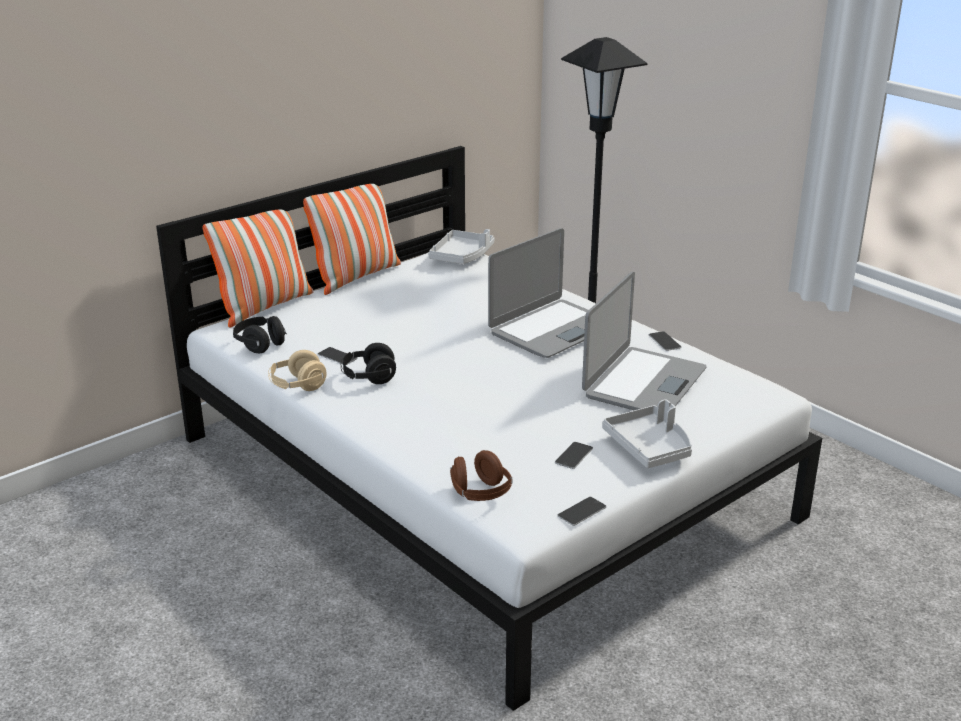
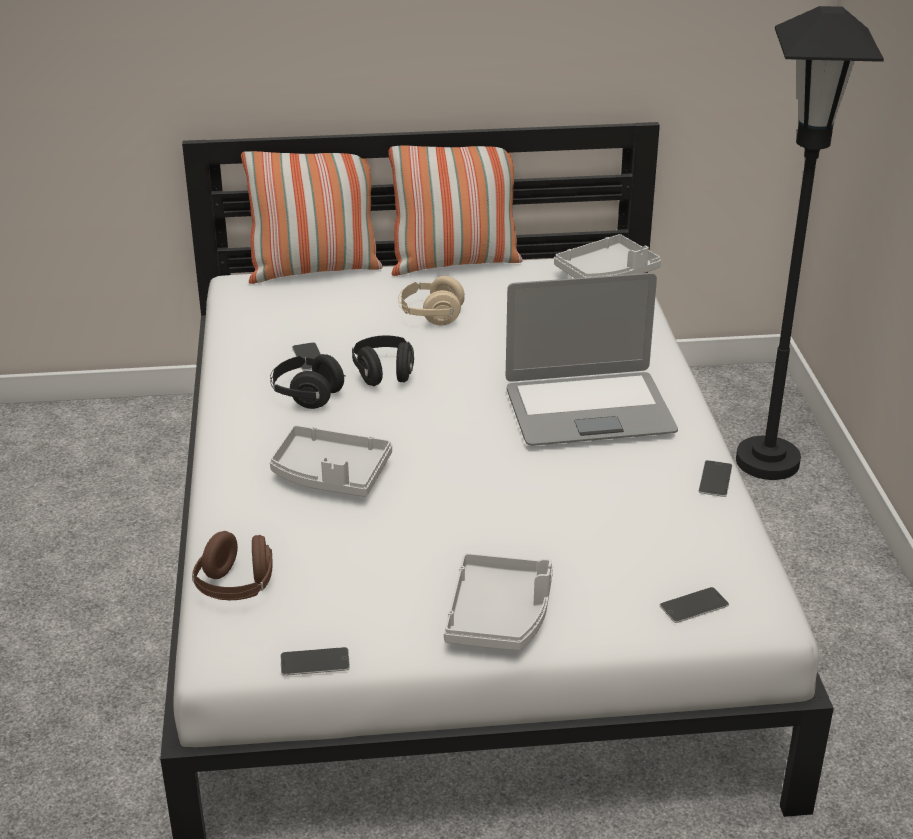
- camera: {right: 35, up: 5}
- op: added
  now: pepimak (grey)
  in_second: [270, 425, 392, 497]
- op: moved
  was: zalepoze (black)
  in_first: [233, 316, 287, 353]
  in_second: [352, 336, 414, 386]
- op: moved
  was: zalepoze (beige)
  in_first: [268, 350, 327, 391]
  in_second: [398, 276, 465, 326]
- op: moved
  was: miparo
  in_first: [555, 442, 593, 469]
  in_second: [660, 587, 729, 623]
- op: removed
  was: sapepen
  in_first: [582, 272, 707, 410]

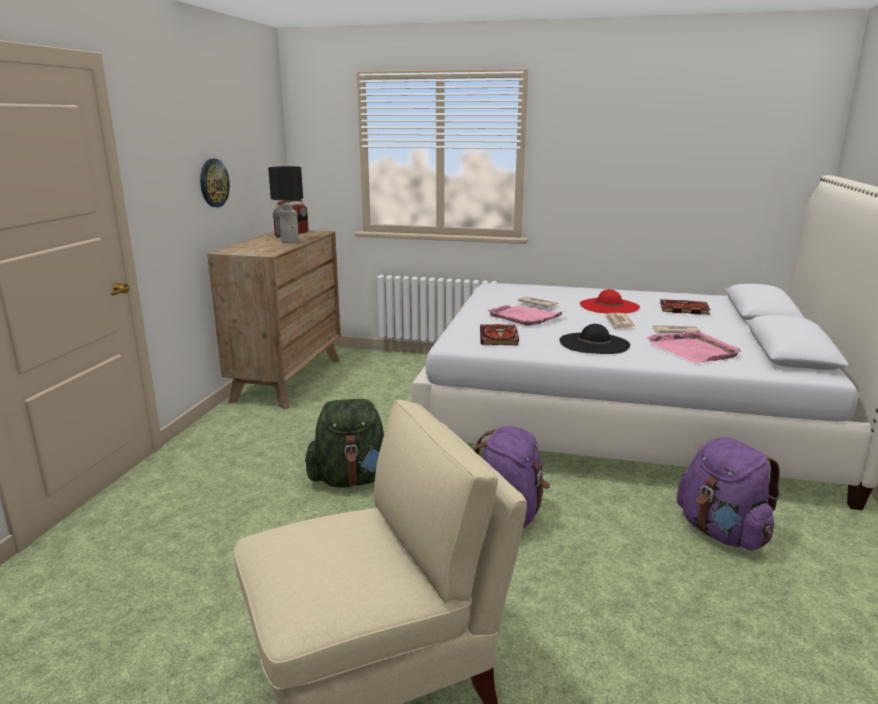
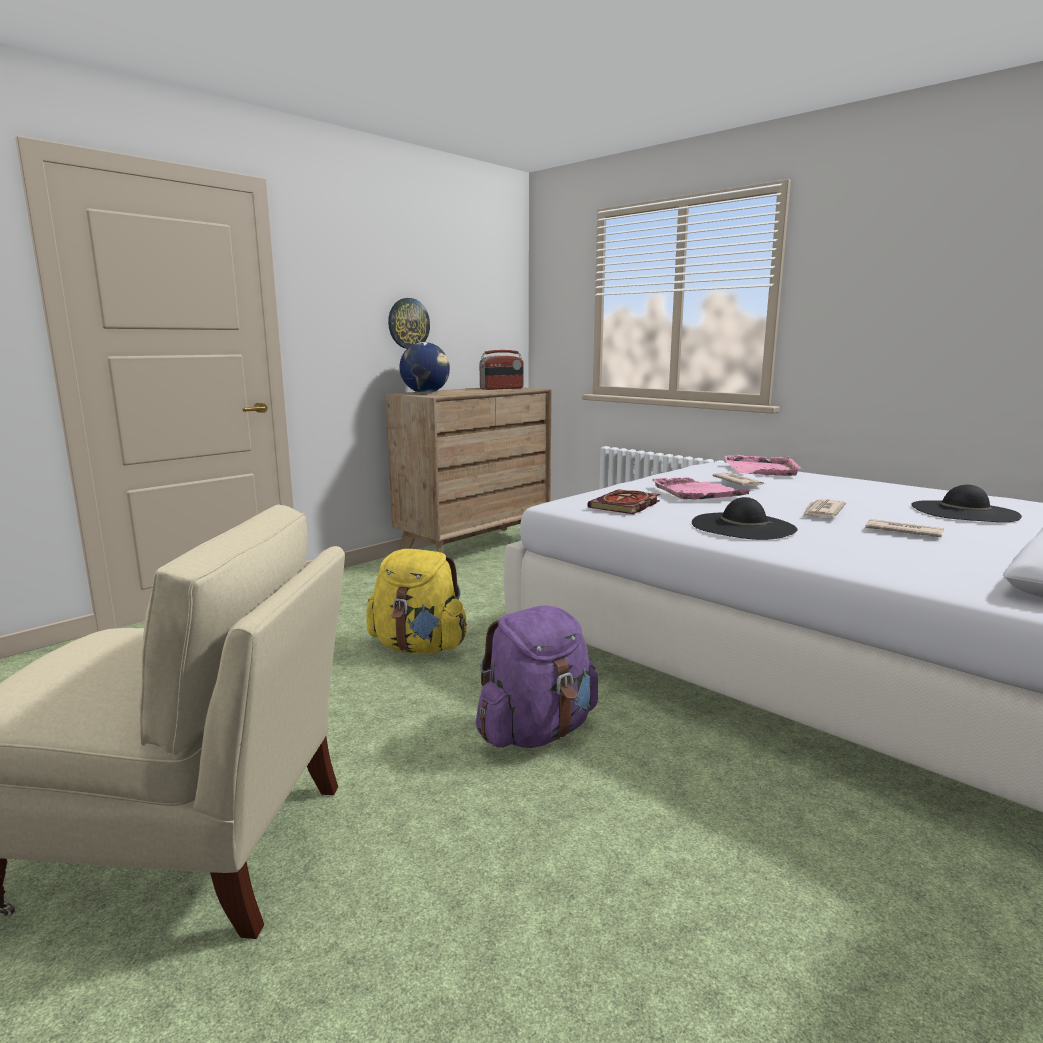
- camera: {right: 30, up: -5}
- op: recoloured
  was: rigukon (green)
  now: rigukon (yellow)
  in_first: [305, 399, 384, 487]
  in_second: [366, 549, 467, 654]
- op: added
  now: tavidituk
  in_second: [399, 342, 450, 393]
- op: moved
  was: pepimak (pink)
  in_first: [646, 330, 741, 363]
  in_second: [724, 455, 802, 476]
- op: replaced
  was: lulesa
  now: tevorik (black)
  in_first: [660, 299, 710, 314]
  in_second: [911, 485, 1022, 522]
- op: removed
  was: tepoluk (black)
  in_first: [268, 166, 303, 243]
- op: removed
  was: tevorik (red)
  in_first: [580, 289, 640, 314]
- op: removed
  was: rigukon (purple)
  in_first: [677, 437, 781, 551]

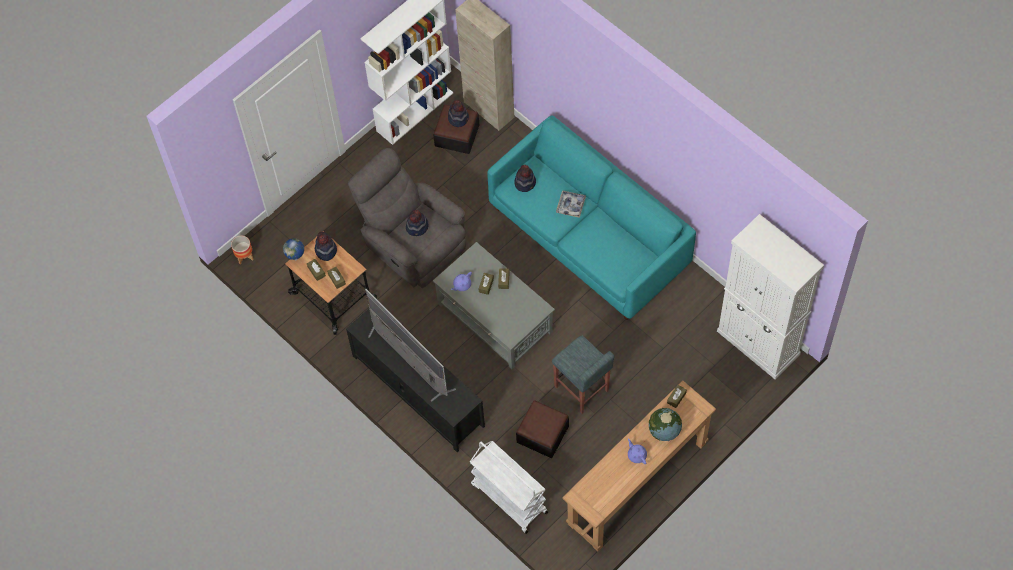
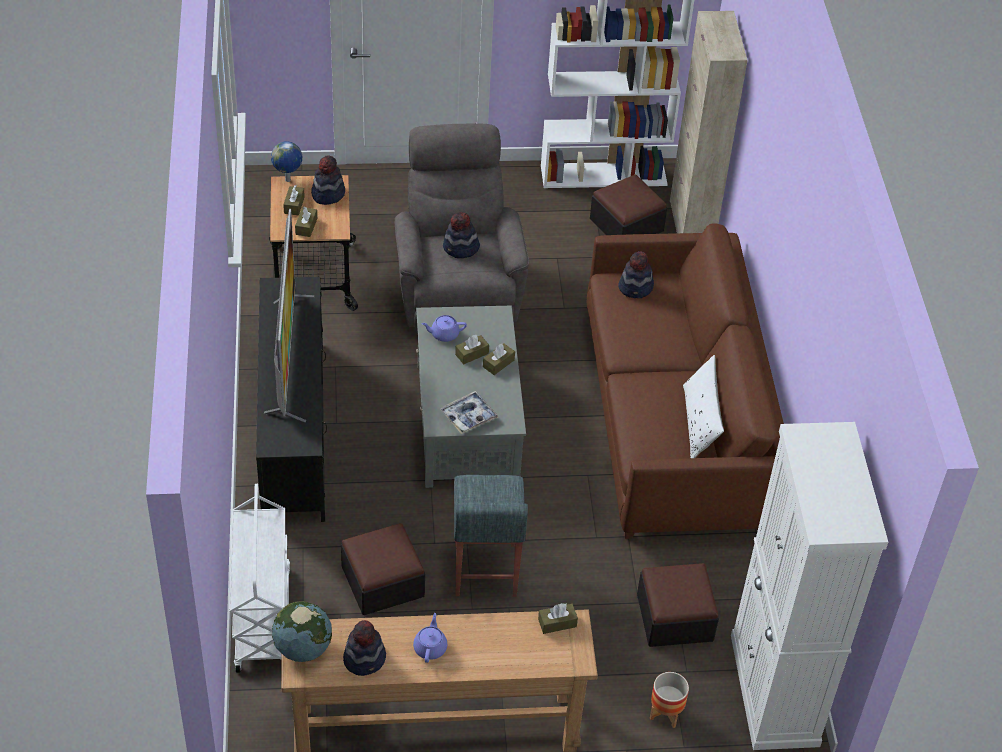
- camera: {right: 35, up: -15}
- op: moved
  was: tavidituk
  in_first: [649, 408, 682, 441]
  in_second: [272, 601, 332, 662]
- op: moved
  was: tevorik
  in_first: [448, 100, 469, 127]
  in_second: [343, 620, 386, 676]
- op: moved
  was: pepimak
  in_first: [556, 190, 586, 218]
  in_second: [440, 391, 498, 434]
- op: recoloured
  was: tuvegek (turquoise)
  now: tuvegek (brown)
  in_first: [487, 115, 696, 320]
  in_second: [586, 223, 784, 539]
- op: added
  now: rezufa
  in_second: [637, 563, 719, 647]
- op: moved
  was: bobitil
  in_first: [231, 236, 254, 265]
  in_second: [650, 672, 689, 728]
- op: added
  now: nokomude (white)
  in_second: [683, 355, 724, 458]

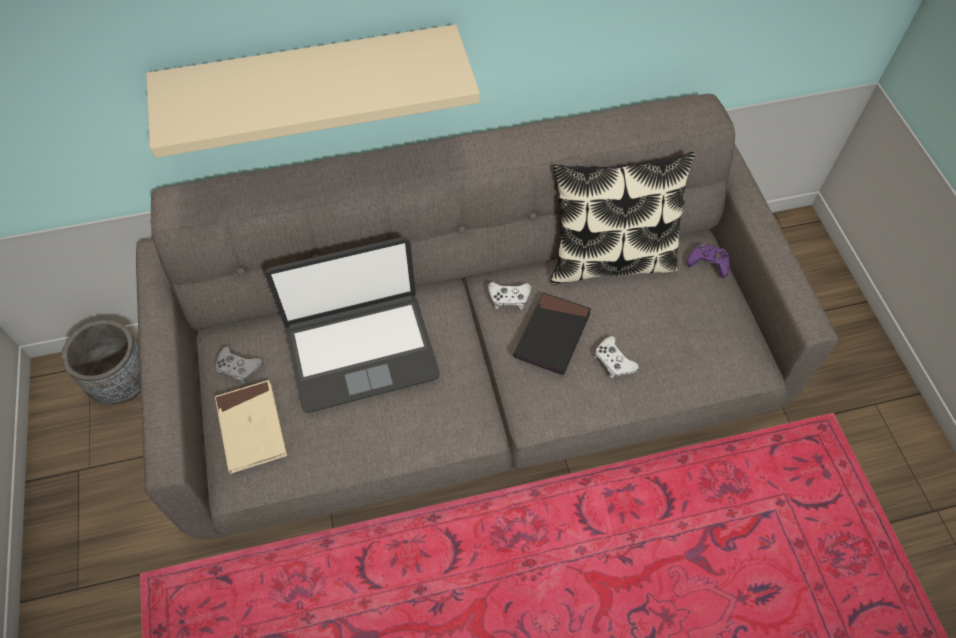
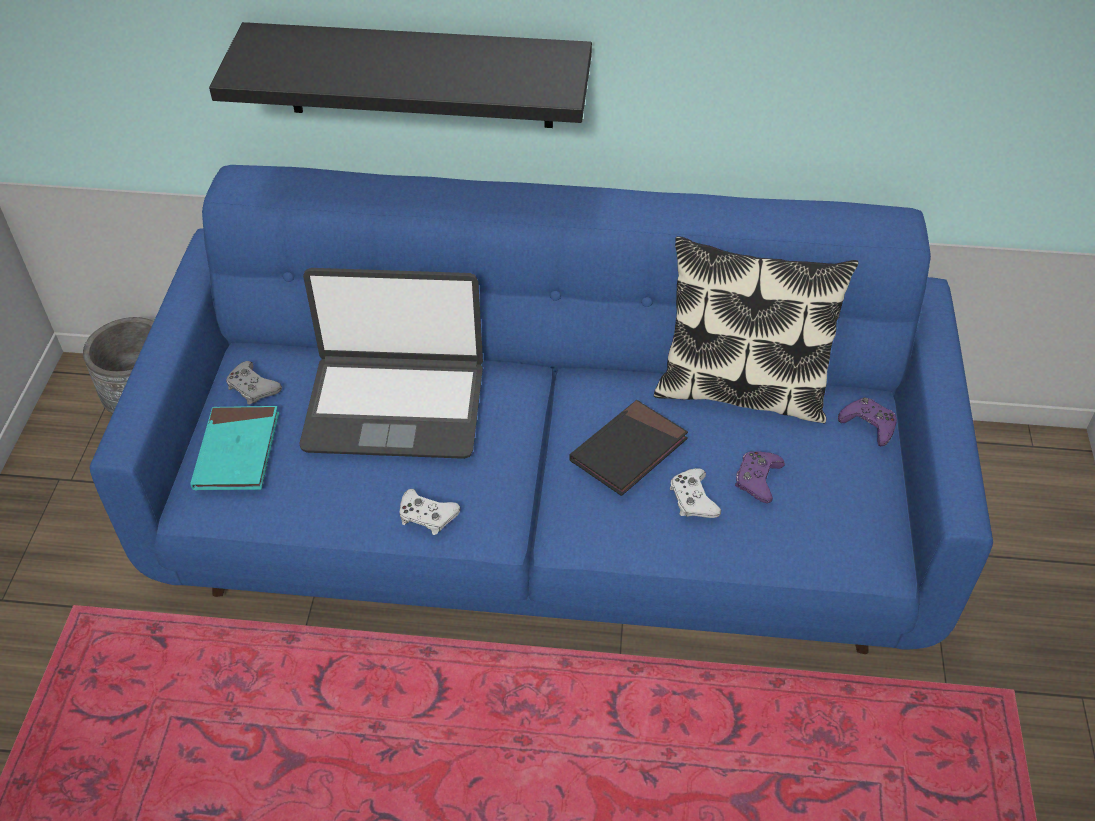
- camera: {right: 20, up: -10}
- op: recoloured
  was: tuvegek (grey)
  now: tuvegek (blue)
  in_first: [136, 94, 838, 539]
  in_second: [90, 165, 993, 654]
- op: recoloured
  was: lulesa (beige)
  now: lulesa (turquoise)
  in_first: [215, 380, 287, 474]
  in_second: [190, 406, 279, 491]
- op: recoloured
  was: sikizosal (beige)
  now: sikizosal (black)
  in_first: [146, 24, 480, 158]
  in_second: [209, 22, 592, 128]
- op: moved
  was: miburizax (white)
  in_first: [488, 282, 531, 310]
  in_second: [399, 489, 460, 535]
- op: added
  now: miburizax (purple)
  in_second: [735, 451, 785, 503]

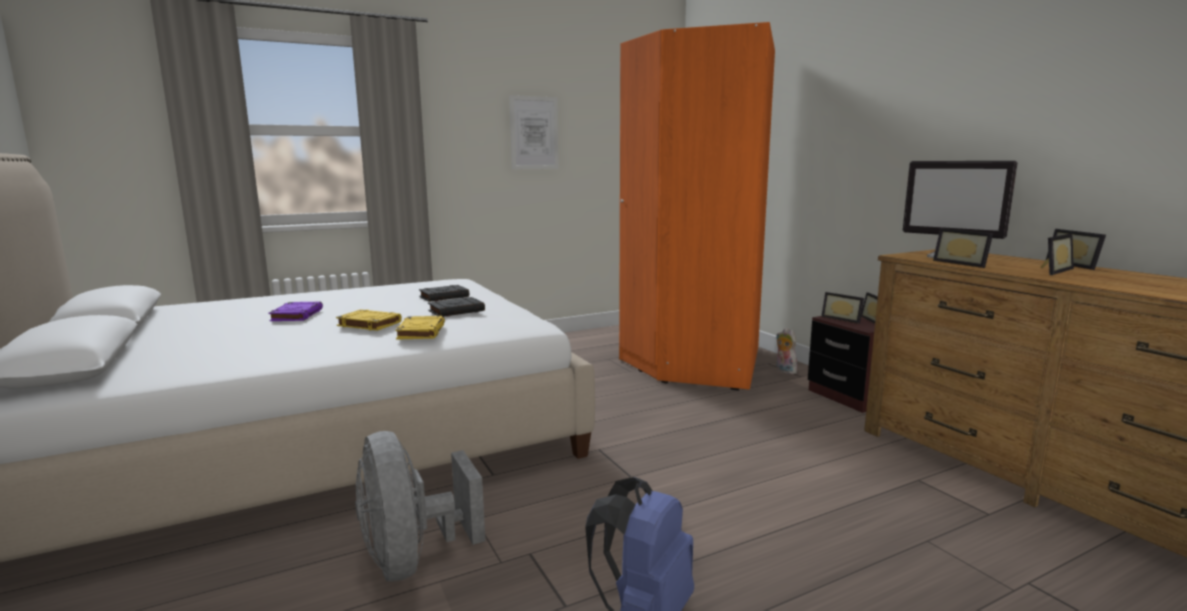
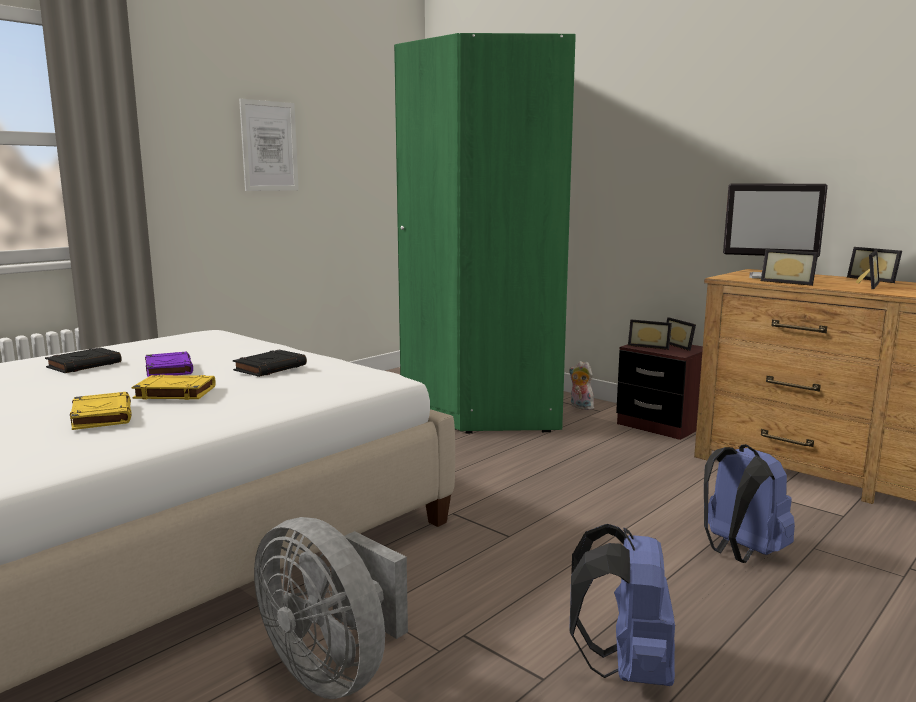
- camera: {right: -20, up: 0}
- op: moved
  was: lulesa (black)
  in_first: [419, 285, 469, 302]
  in_second: [45, 347, 122, 373]
- op: moved
  was: lulesa (yellow)
  in_first: [395, 316, 445, 340]
  in_second: [70, 392, 132, 430]
- op: moved
  was: lulesa (purple)
  in_first: [269, 302, 323, 321]
  in_second: [145, 352, 193, 377]
- op: recoloured
  was: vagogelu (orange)
  now: vagogelu (green)
  in_first: [619, 22, 775, 391]
  in_second: [394, 33, 576, 433]
- op: added
  now: rigukon (blue)
  in_second: [704, 444, 795, 563]

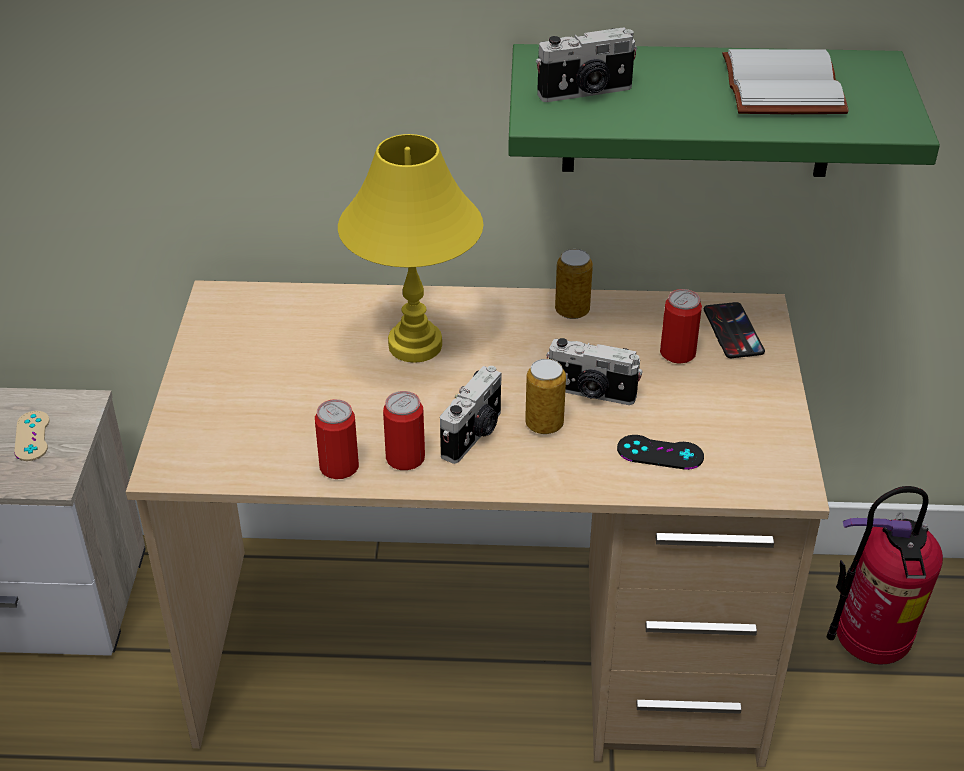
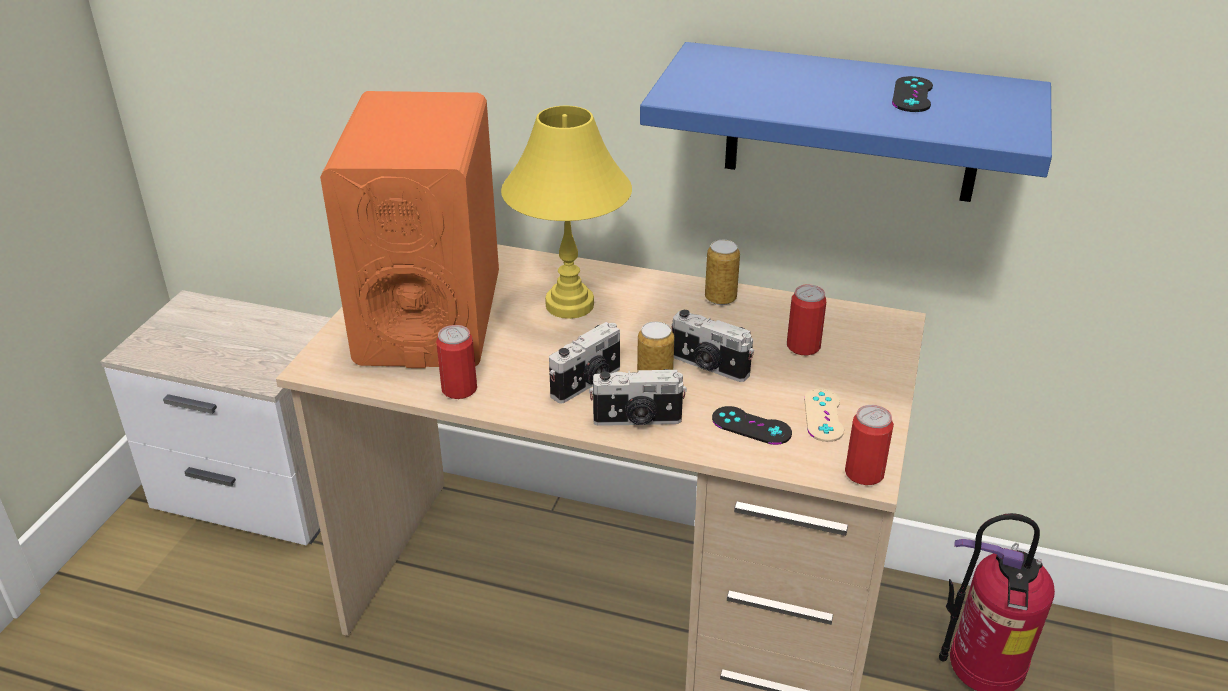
- camera: {right: 15, up: -5}
- op: added
  now: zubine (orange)
  in_second: [320, 91, 499, 368]
- op: moved
  was: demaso
  in_first: [536, 27, 637, 102]
  in_second: [589, 369, 687, 426]
- op: recoloured
  was: sikizosal (green)
  now: sikizosal (blue)
  in_first: [508, 44, 940, 177]
  in_second: [640, 42, 1052, 202]
- op: moved
  was: miburizax (beige)
  in_first: [14, 411, 50, 461]
  in_second: [804, 389, 844, 442]
- op: moved
  was: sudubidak
  in_first: [383, 391, 425, 470]
  in_second: [845, 405, 894, 485]
- op: replaced
  was: lulesa (white)
  now: miburizax (black)
  in_first: [722, 49, 849, 114]
  in_second: [892, 76, 933, 112]
- op: removed
  was: miparo
  in_first: [704, 302, 765, 358]

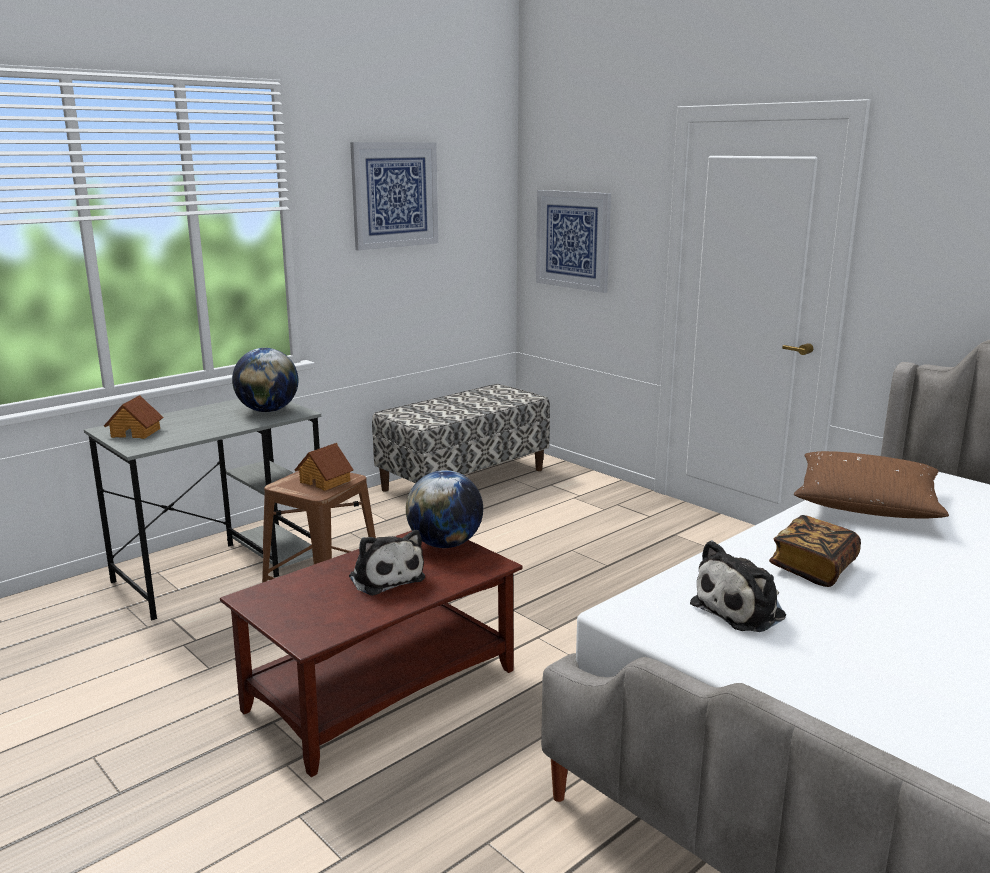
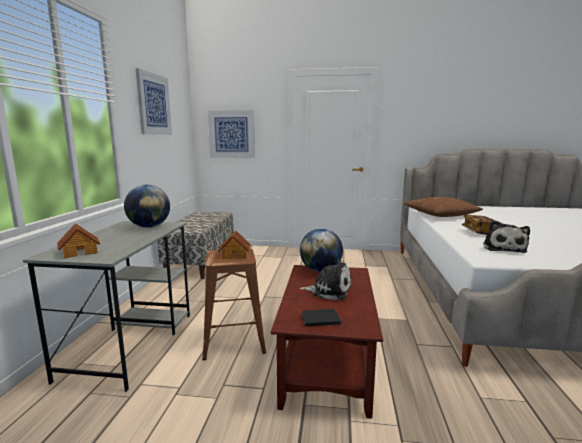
- camera: {right: -40, up: -5}
- op: added
  now: lulesa (black)
  in_second: [301, 309, 343, 327]

